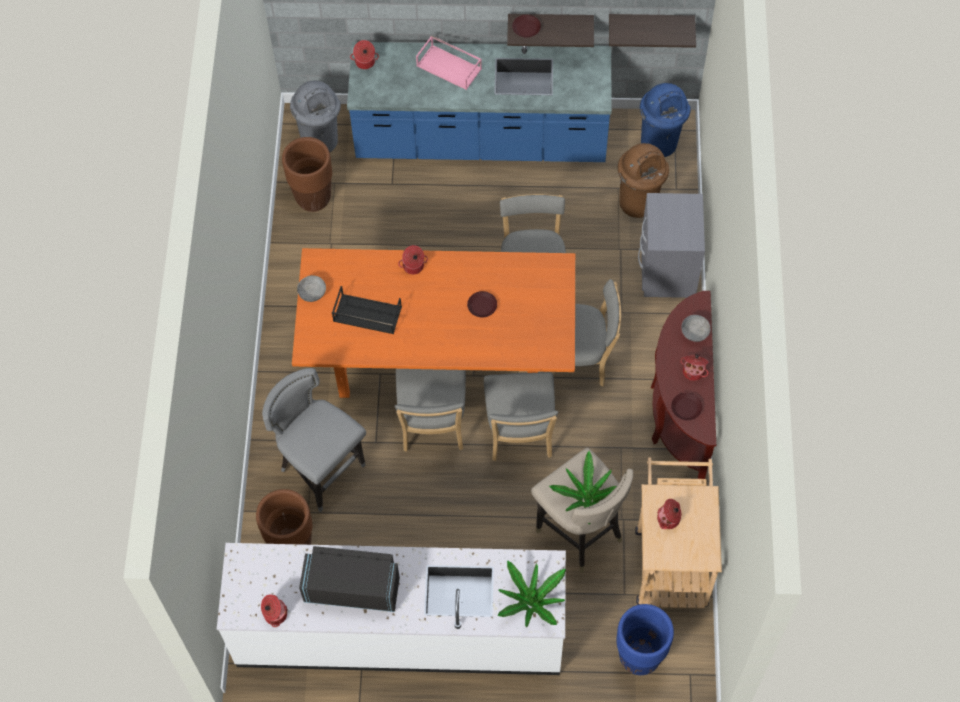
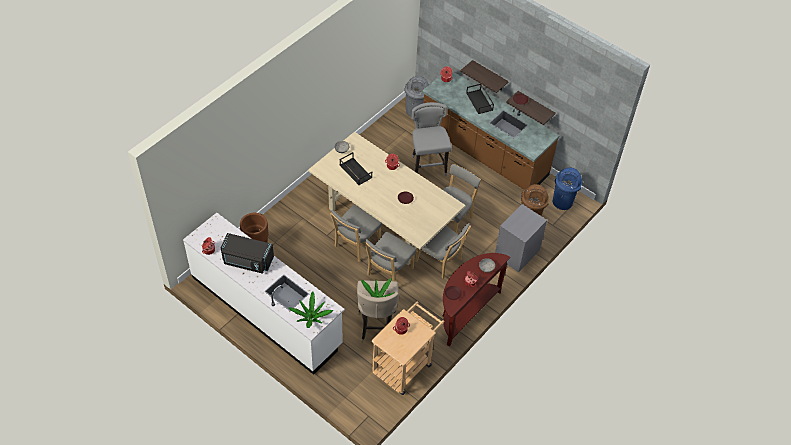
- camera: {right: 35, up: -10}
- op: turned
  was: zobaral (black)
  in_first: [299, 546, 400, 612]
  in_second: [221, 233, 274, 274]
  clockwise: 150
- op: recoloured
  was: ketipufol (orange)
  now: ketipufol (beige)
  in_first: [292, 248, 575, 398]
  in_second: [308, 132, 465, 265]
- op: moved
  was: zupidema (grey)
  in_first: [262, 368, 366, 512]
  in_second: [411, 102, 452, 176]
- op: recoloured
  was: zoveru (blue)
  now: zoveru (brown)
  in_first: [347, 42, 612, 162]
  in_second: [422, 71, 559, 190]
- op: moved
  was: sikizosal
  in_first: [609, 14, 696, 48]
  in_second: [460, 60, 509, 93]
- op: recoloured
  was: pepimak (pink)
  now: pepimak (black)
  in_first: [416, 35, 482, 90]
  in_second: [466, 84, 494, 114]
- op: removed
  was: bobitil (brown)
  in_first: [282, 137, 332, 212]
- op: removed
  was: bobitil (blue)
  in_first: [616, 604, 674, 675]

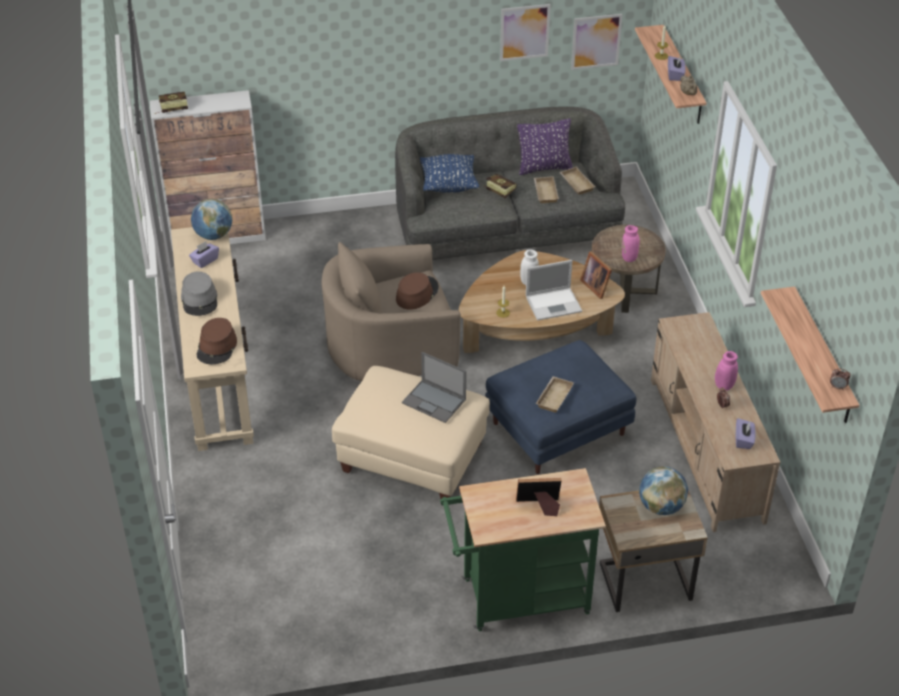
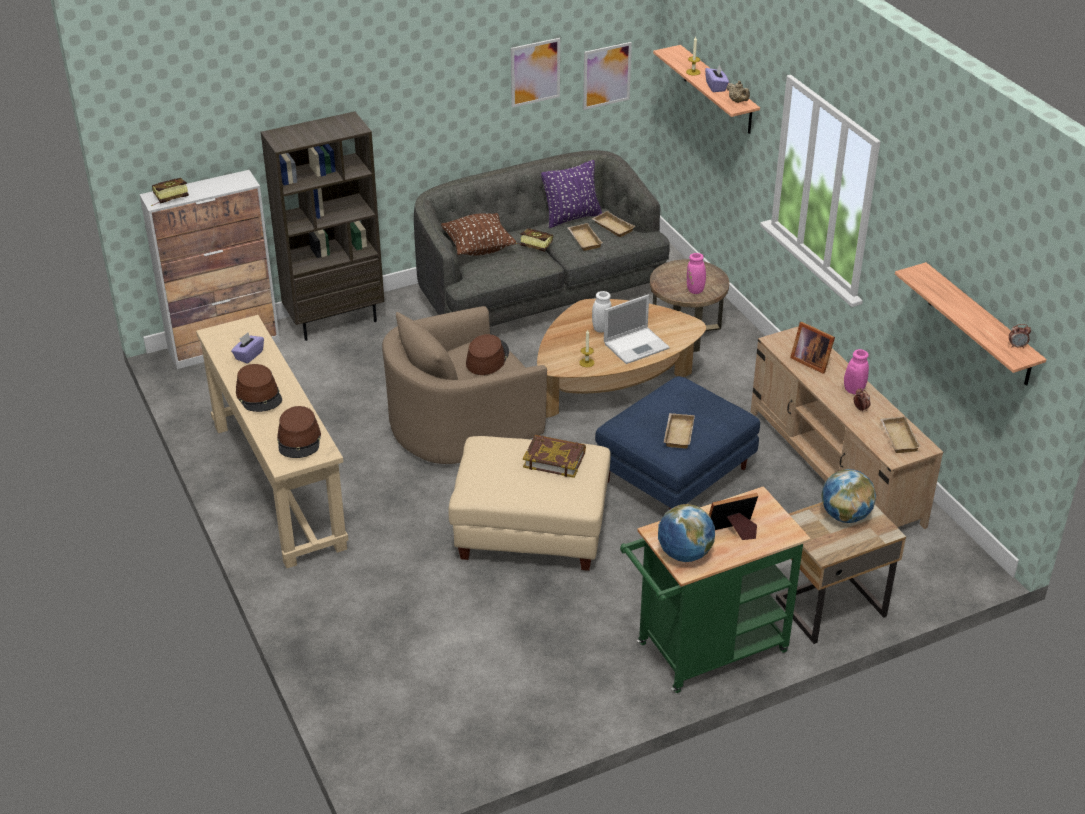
- camera: {right: -15, up: -5}
- op: recoloured
  was: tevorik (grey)
  now: tevorik (brown)
  in_first: [181, 271, 217, 316]
  in_second: [236, 364, 282, 412]
- op: added
  now: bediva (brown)
  in_second: [261, 112, 385, 341]
- op: recoloured
  was: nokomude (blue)
  now: nokomude (brown)
  in_first: [420, 154, 479, 193]
  in_second: [441, 213, 516, 256]
- op: replaced
  was: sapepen
  now: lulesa
  in_first: [402, 352, 466, 423]
  in_second: [523, 435, 586, 478]
- op: moved
  was: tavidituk
  in_first: [191, 199, 232, 240]
  in_second: [658, 504, 715, 562]
- op: moved
  was: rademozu
  in_first: [580, 251, 612, 299]
  in_second: [790, 322, 835, 374]
- op: replaced
  was: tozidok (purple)
  now: pepimak (beige)
  in_first: [736, 418, 756, 449]
  in_second: [880, 416, 921, 453]

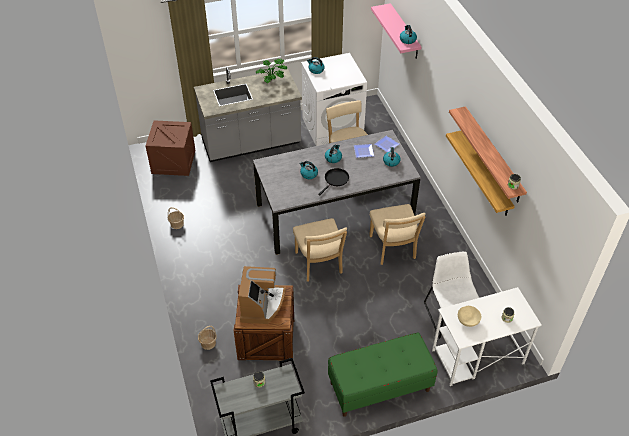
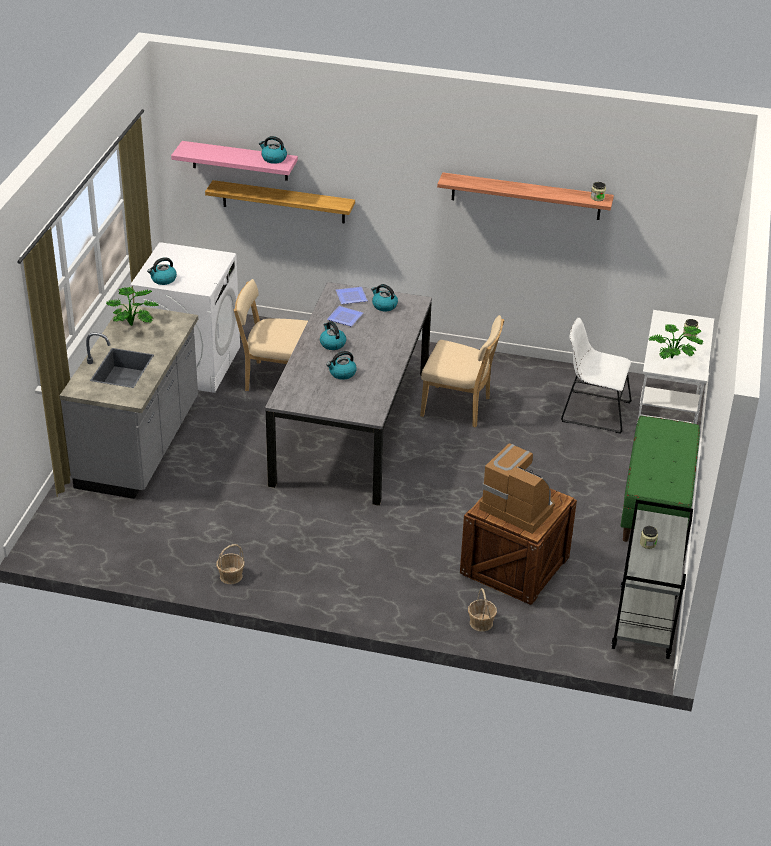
- camera: {right: -60, up: -10}
- op: moved
  was: sikizosal
  in_first: [446, 131, 515, 216]
  in_second: [205, 180, 355, 223]
- op: replaced
  was: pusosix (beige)
  now: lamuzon
  in_first: [458, 306, 481, 327]
  in_second: [649, 324, 704, 359]
- op: removed
  was: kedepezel
  in_first: [146, 120, 195, 176]
- op: removed
  was: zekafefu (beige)
  in_first: [293, 218, 347, 282]
- op: removed
  was: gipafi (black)
  in_first: [318, 168, 349, 195]

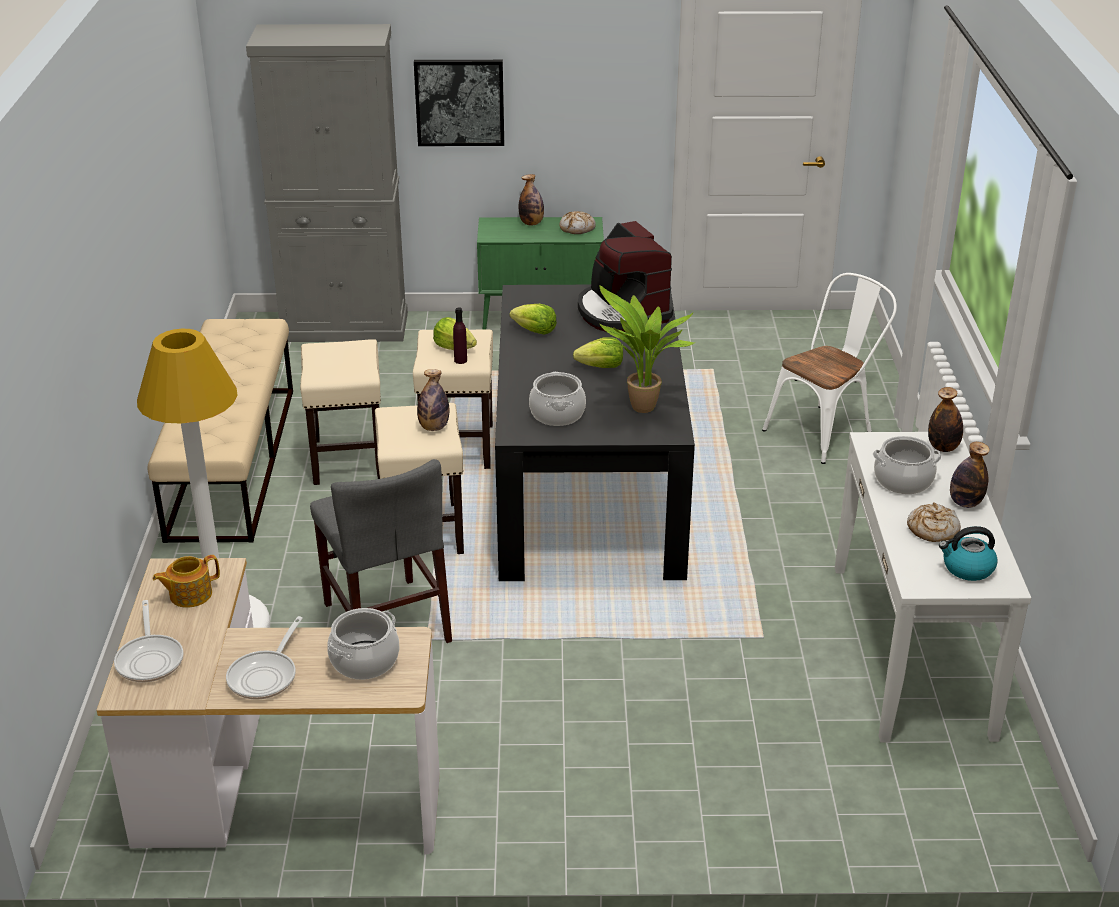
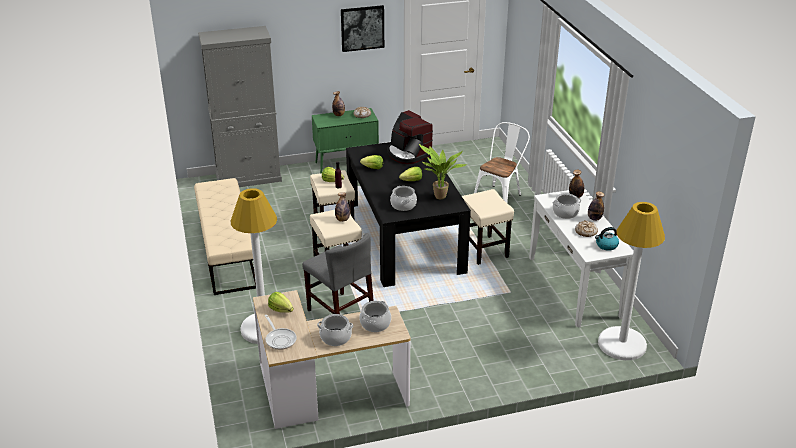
- camera: {right: -15, up: 0}
- op: replaced
  was: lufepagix
  now: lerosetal
  in_first: [153, 555, 220, 608]
  in_second: [268, 292, 294, 313]
- op: replaced
  was: gipafi
  now: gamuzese
  in_first: [226, 616, 303, 700]
  in_second: [317, 314, 353, 346]
- op: moved
  was: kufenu
  in_first: [414, 60, 504, 146]
  in_second: [341, 5, 384, 52]
- op: moved
  was: zupidema (beige)
  in_first: [300, 339, 381, 485]
  in_second: [462, 189, 514, 265]
- op: added
  now: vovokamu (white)
  in_second: [598, 202, 665, 360]

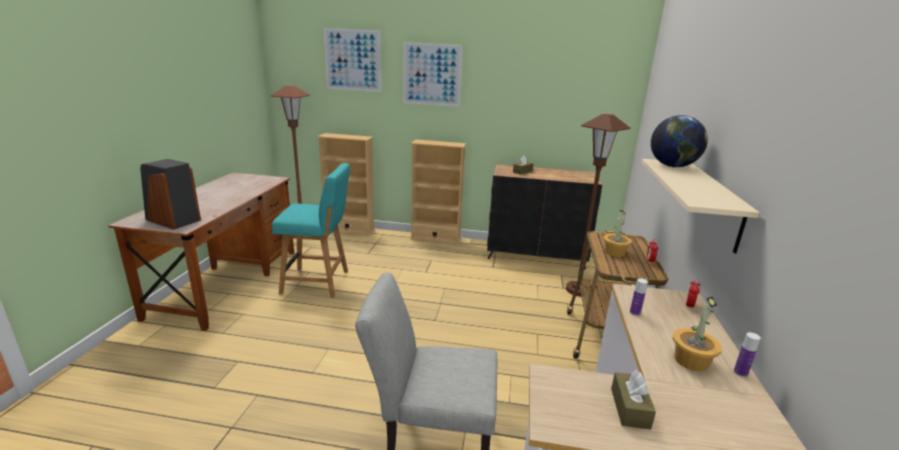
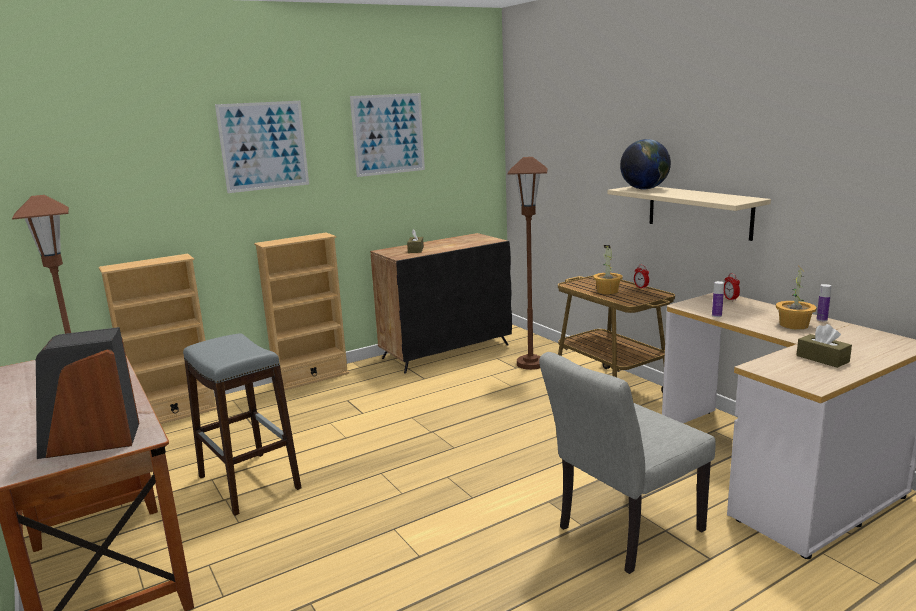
- camera: {right: -40, up: -5}
- op: replaced
  was: zekafefu (turquoise)
  now: zupidema (grey)
  in_first: [272, 163, 350, 298]
  in_second: [183, 333, 301, 516]
- op: moved
  was: kufenu
  in_first: [324, 28, 381, 92]
  in_second: [350, 93, 425, 177]

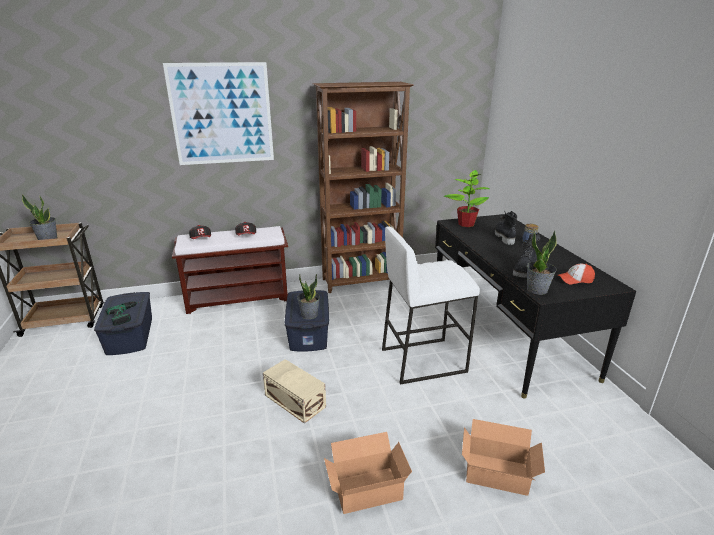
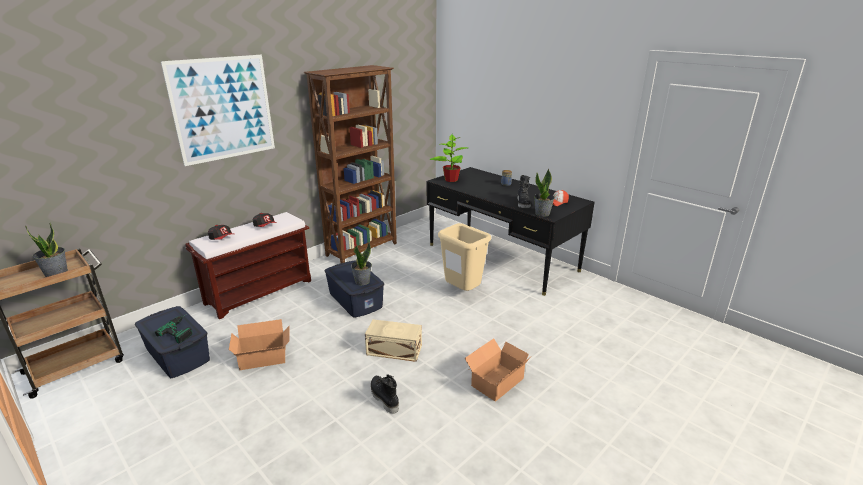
- camera: {right: -30, up: 0}
- op: moved
  was: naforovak
  in_first: [462, 419, 545, 496]
  in_second: [229, 319, 290, 370]
- op: moved
  was: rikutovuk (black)
  in_first: [495, 211, 517, 245]
  in_second: [371, 374, 399, 414]
- op: replaced
  was: zupidema (white)
  now: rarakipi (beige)
  in_first: [382, 226, 480, 385]
  in_second: [438, 223, 491, 291]

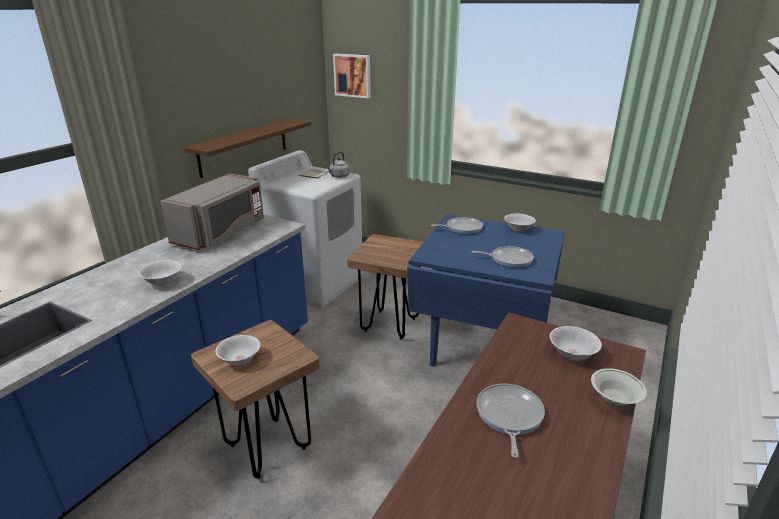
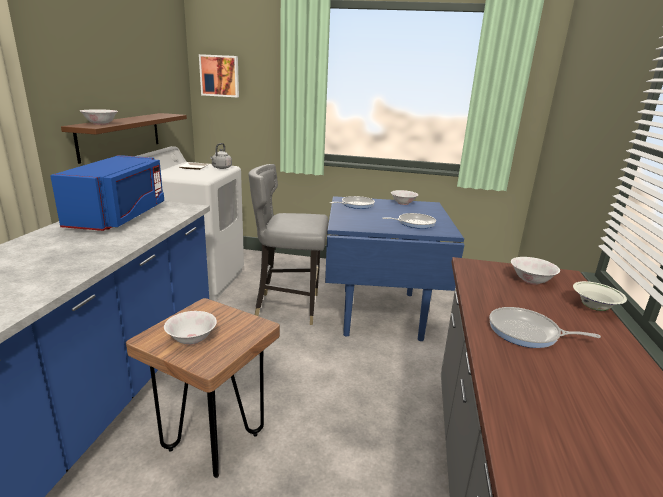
- camera: {right: -20, up: -5}
- op: recoloured
  was: zobaral (grey)
  now: zobaral (blue)
  in_first: [160, 173, 264, 250]
  in_second: [50, 155, 164, 231]
- op: moved
  was: pusosix (white)
  in_first: [138, 260, 182, 286]
  in_second: [80, 109, 118, 125]
- op: replaced
  was: zupidema (brown)
  now: zekafefu (grey)
  in_first: [347, 234, 423, 340]
  in_second: [248, 164, 328, 325]
- op: turned
  was: gipafi
  in_first: [476, 384, 545, 458]
  in_second: [489, 307, 601, 348]
  clockwise: -60

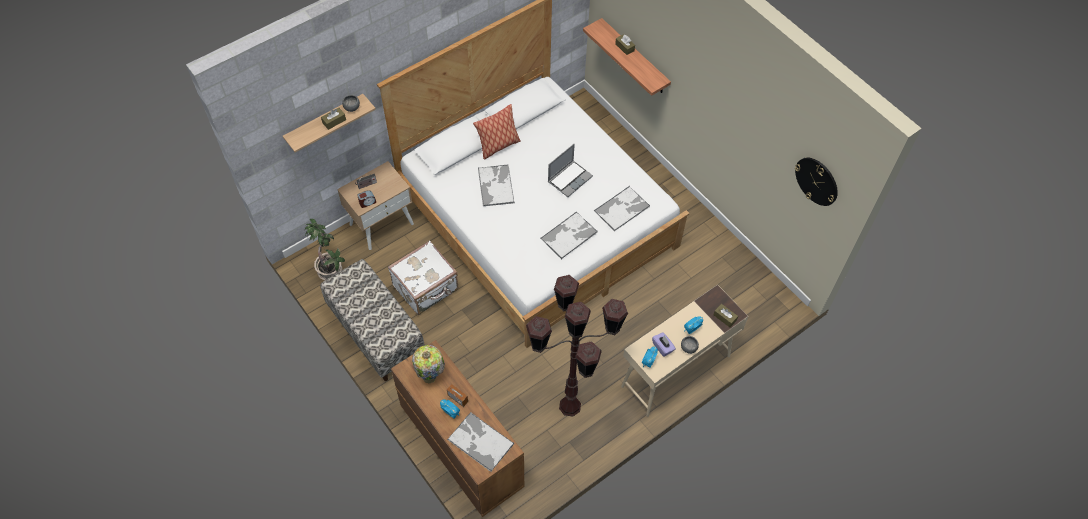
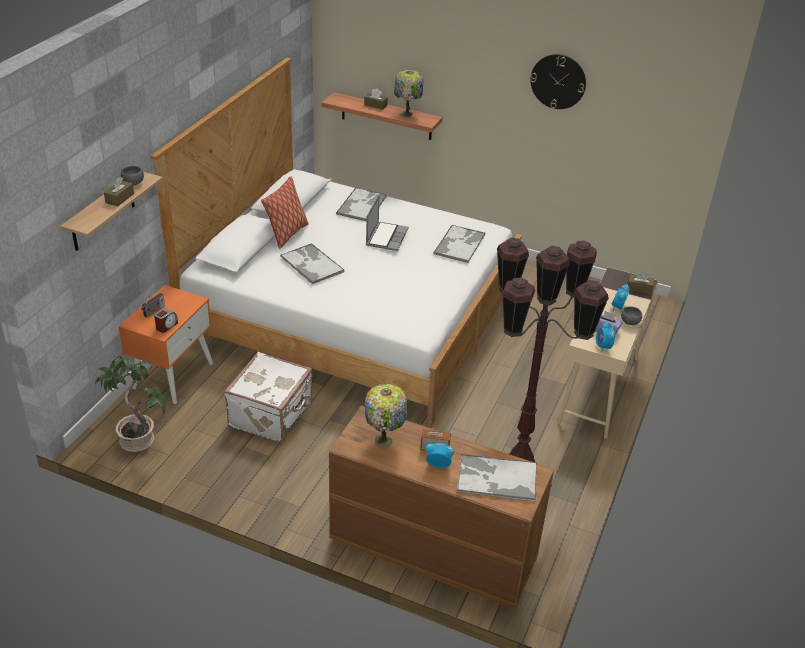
- camera: {right: -30, up: -20}
- op: recoloured
  was: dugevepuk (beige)
  now: dugevepuk (orange)
  in_first: [337, 161, 414, 250]
  in_second: [118, 285, 213, 404]
- op: moved
  was: pepimak
  in_first: [541, 211, 598, 259]
  in_second: [336, 187, 388, 221]
- op: added
  now: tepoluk
  in_second: [394, 70, 424, 117]
- op: moved
  was: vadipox
  in_first: [795, 158, 838, 206]
  in_second: [530, 54, 586, 109]
- op: removed
  was: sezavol
  in_first: [320, 259, 425, 381]

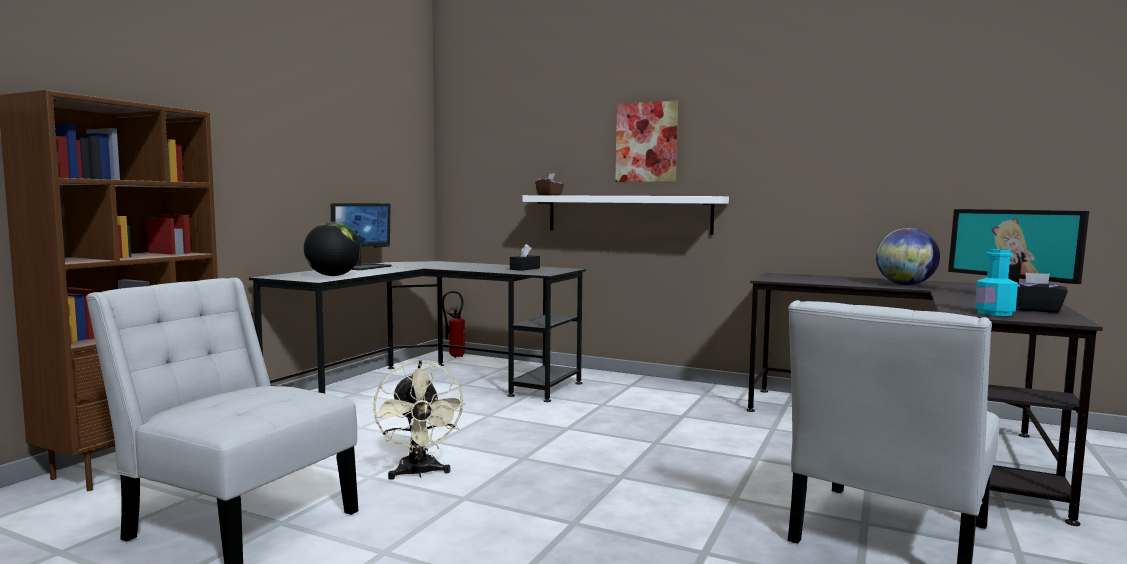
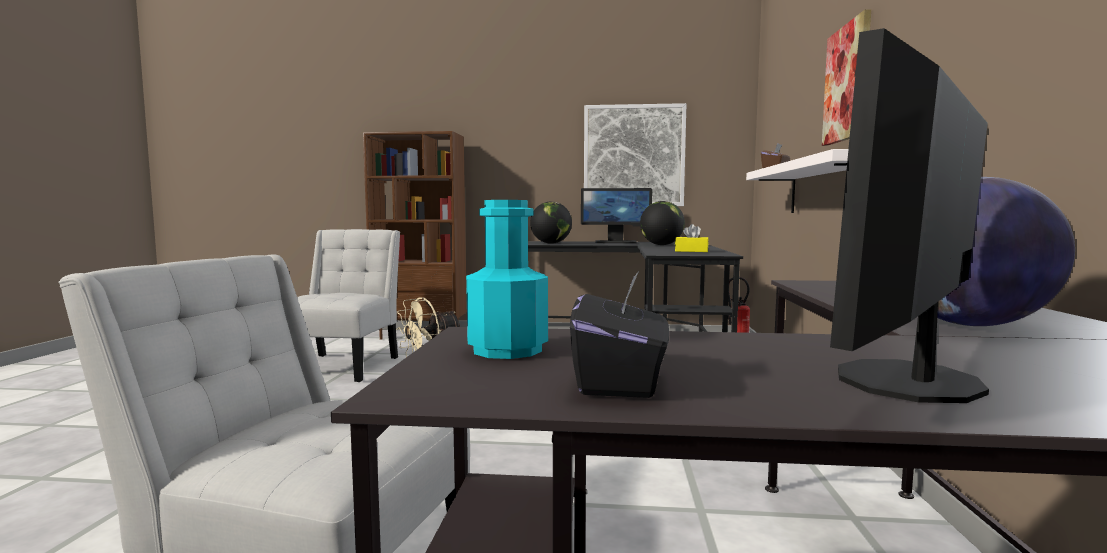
- camera: {right: 70, up: 0}
- op: added
  now: kufenu
  in_second: [584, 103, 686, 206]
- op: added
  now: tavidituk
  in_second: [640, 201, 685, 245]
- op: recoloured
  was: tozidok (black)
  now: tozidok (yellow)
  in_first: [510, 244, 540, 271]
  in_second: [675, 224, 709, 252]

